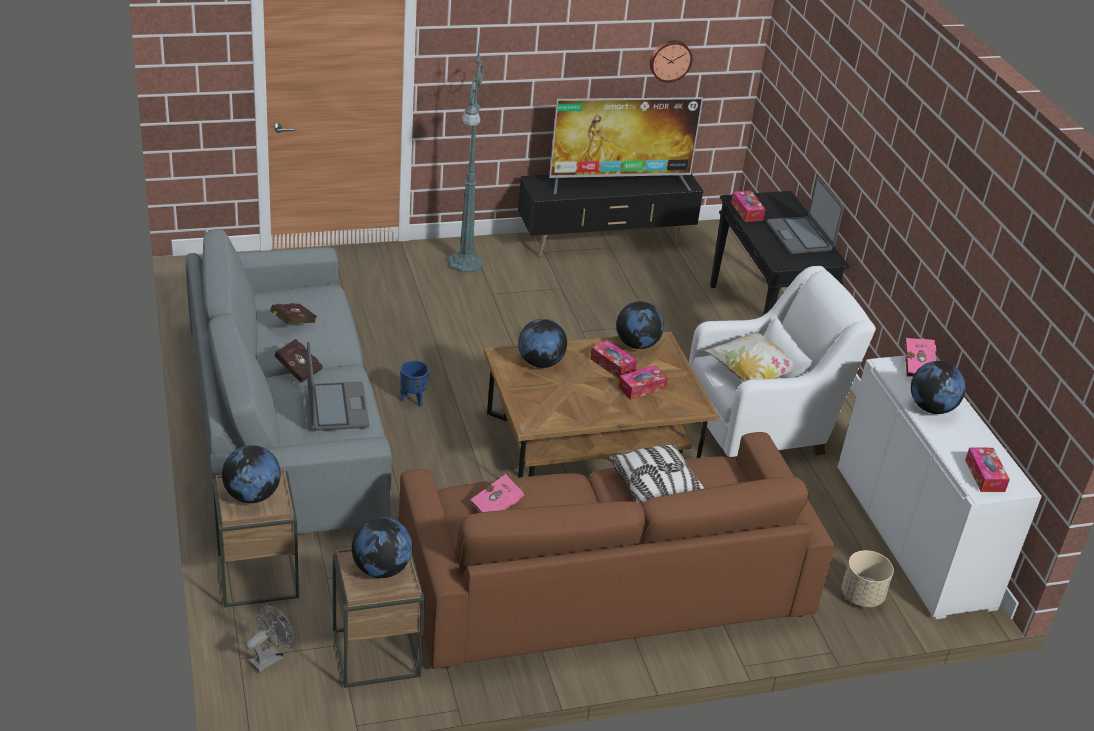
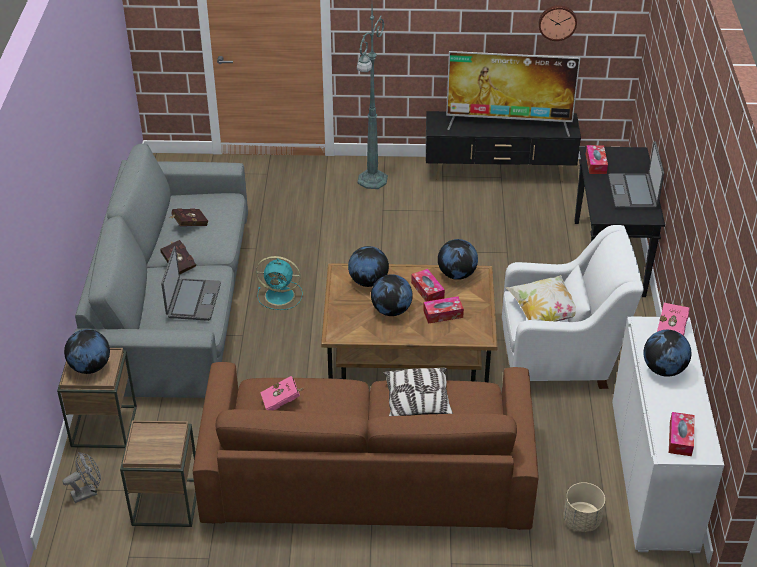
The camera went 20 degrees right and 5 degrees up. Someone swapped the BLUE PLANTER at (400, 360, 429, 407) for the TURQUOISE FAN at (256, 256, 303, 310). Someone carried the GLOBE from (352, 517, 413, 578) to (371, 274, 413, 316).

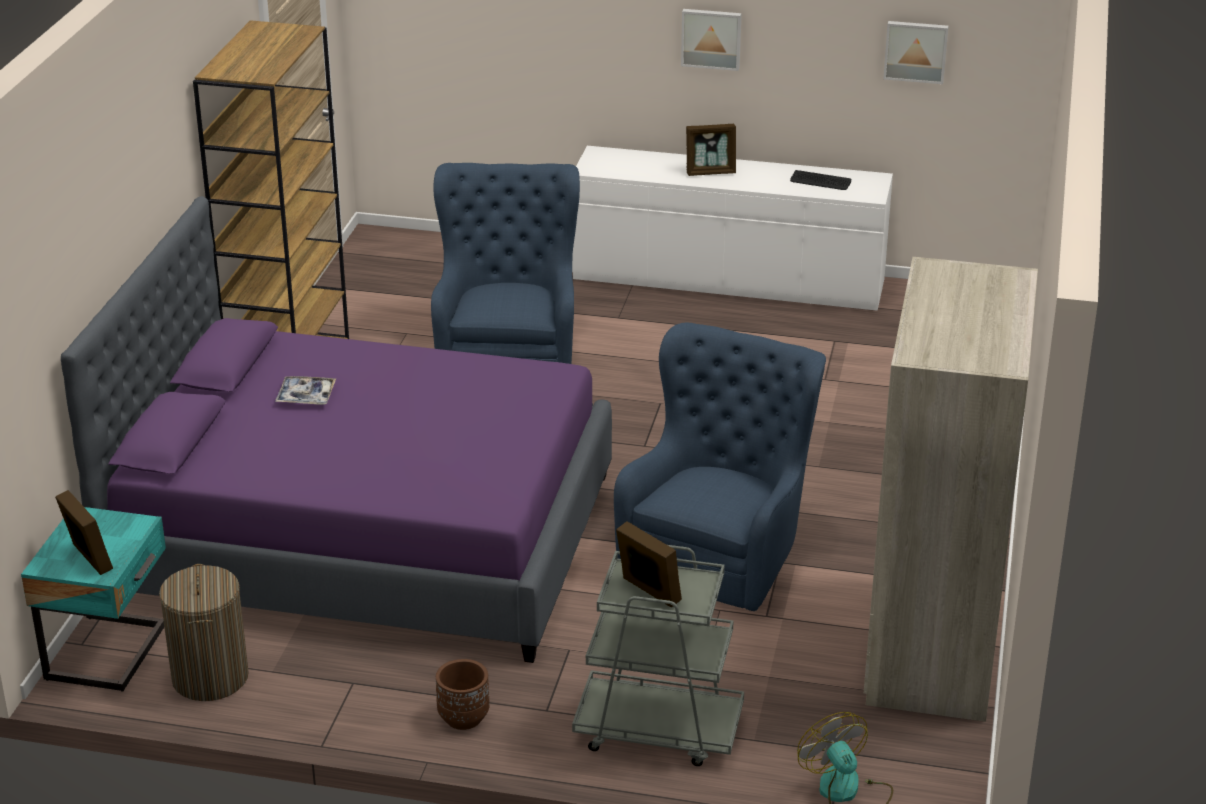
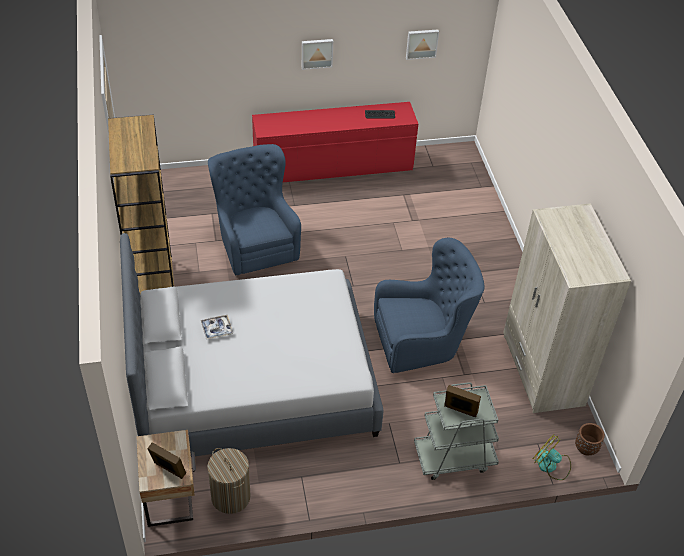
The camera went 25 degrees left and 15 degrees up. Someone took away the PICTURE FRAME at (686, 124, 736, 176). Someone repainted the WHITE DRESSER at (572, 146, 893, 311), which became the RED DRESSER at (252, 102, 418, 182). Someone repainted the PURPLE BED at (61, 196, 612, 663), which became the GREY BED at (120, 233, 383, 457). Someone rotated the BLUE ARMCHAIR at (614, 322, 826, 611) by 75 degrees clockwise. Someone repainted the TURQUOISE NIGHTSTAND at (21, 507, 166, 692), which became the BEIGE NIGHTSTAND at (136, 430, 196, 527). Someone carried the BROWN PLANTER from (436, 659, 489, 730) to (575, 423, 605, 455).

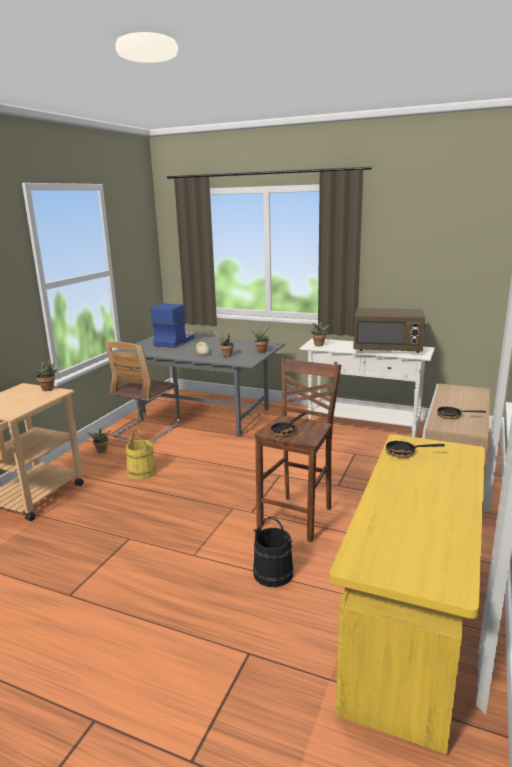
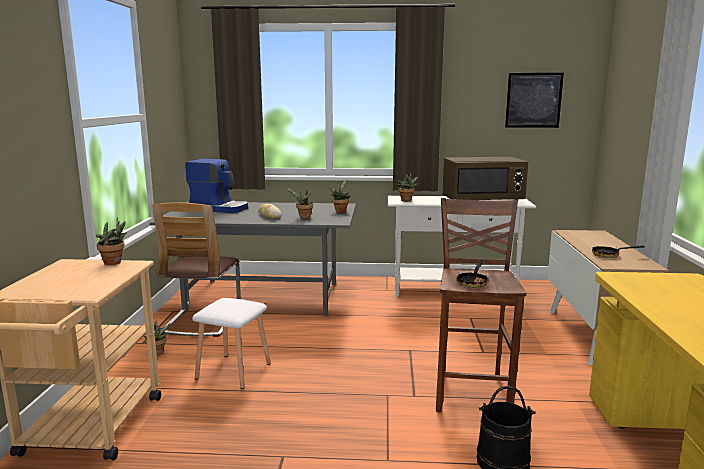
The camera went 20 degrees left and 5 degrees down. Someone rotated the COFFEE MACHINE at (150, 303, 194, 348) by 105 degrees clockwise. Someone swapped the YELLOW BUCKET at (126, 429, 157, 480) for the WHITE STOOL at (192, 298, 271, 389). Someone took away the FRYING PAN at (386, 439, 445, 458). Someone put up the PICTURE at (505, 73, 564, 128).

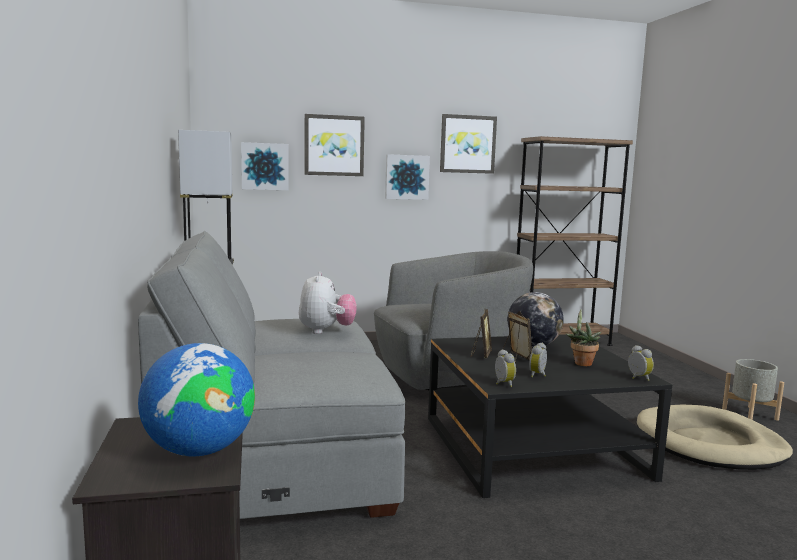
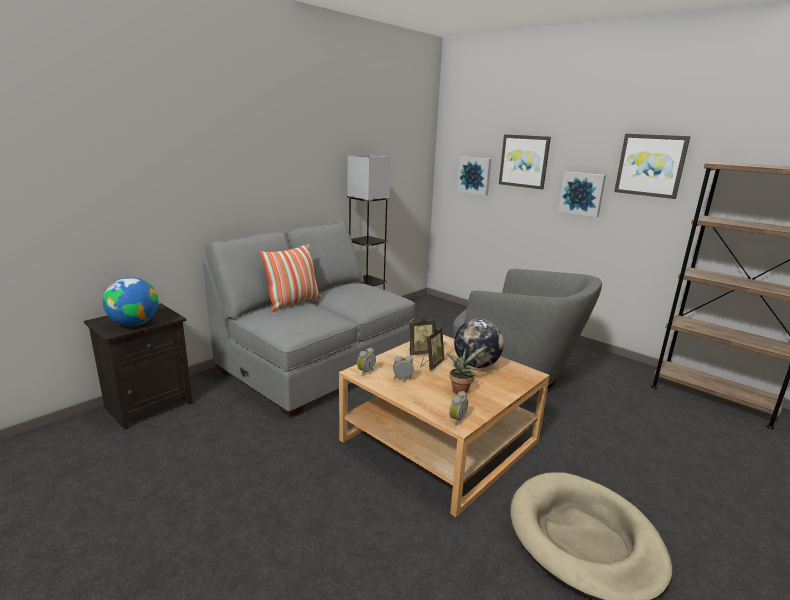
The camera went 55 degrees right and 10 degrees up. Someone took away the PLUSH TOY at (299, 272, 357, 334). Someone repainted the BLACK COFFEE TABLE at (428, 334, 672, 498), which became the BEIGE COFFEE TABLE at (339, 335, 550, 517). Someone took away the GREY PLANTER at (722, 359, 784, 421). Someone put down the PILLOW at (259, 244, 321, 312).

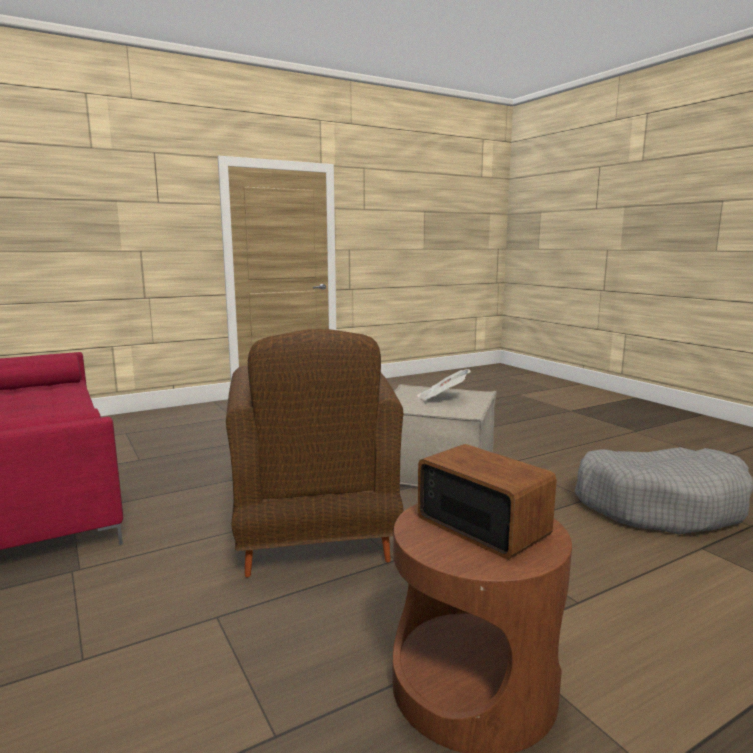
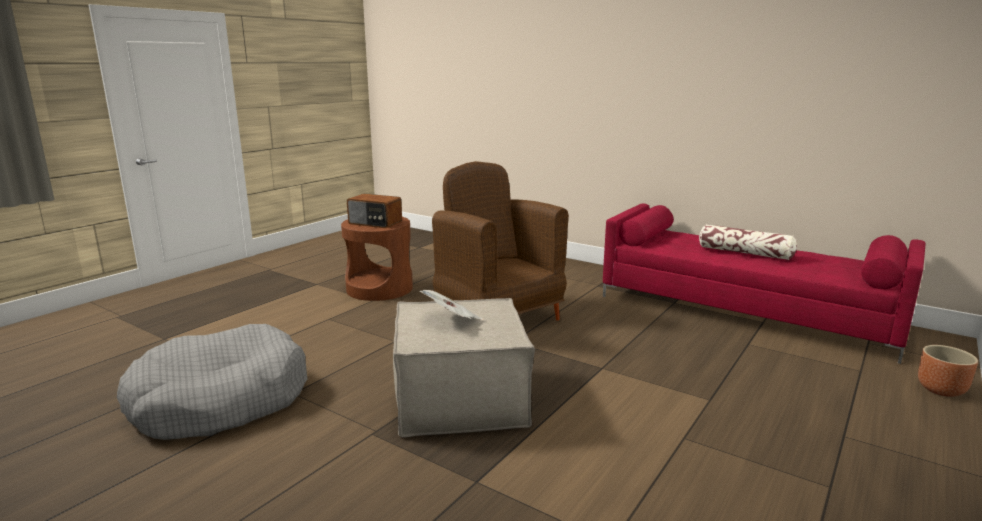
The camera went 155 degrees right and 5 degrees up. Someone put down the PILLOW at (699, 224, 797, 260). Someone put down the BROWN PLANTER at (918, 345, 978, 397).

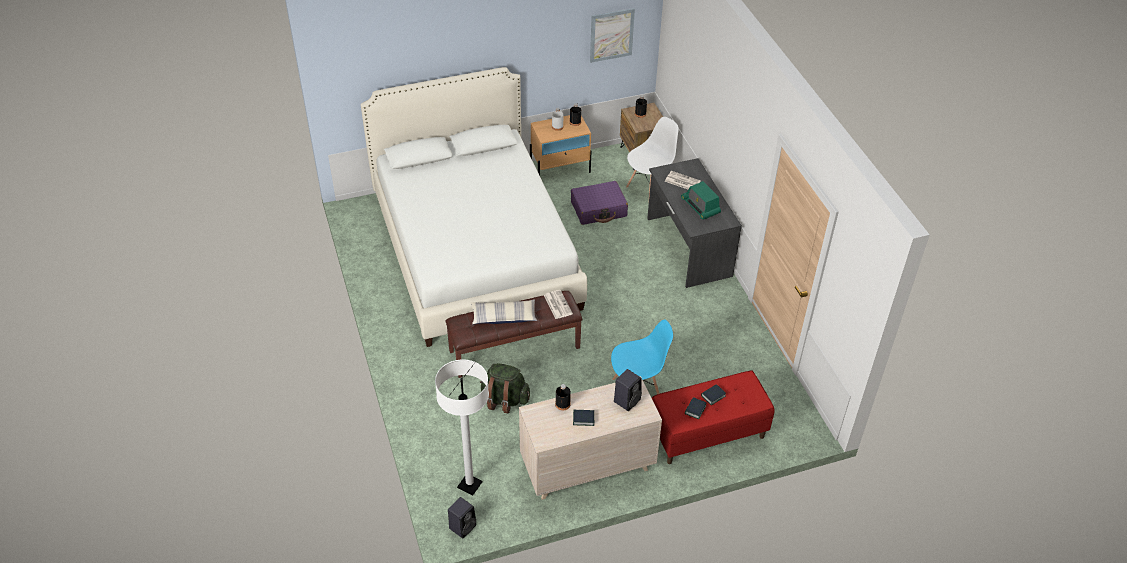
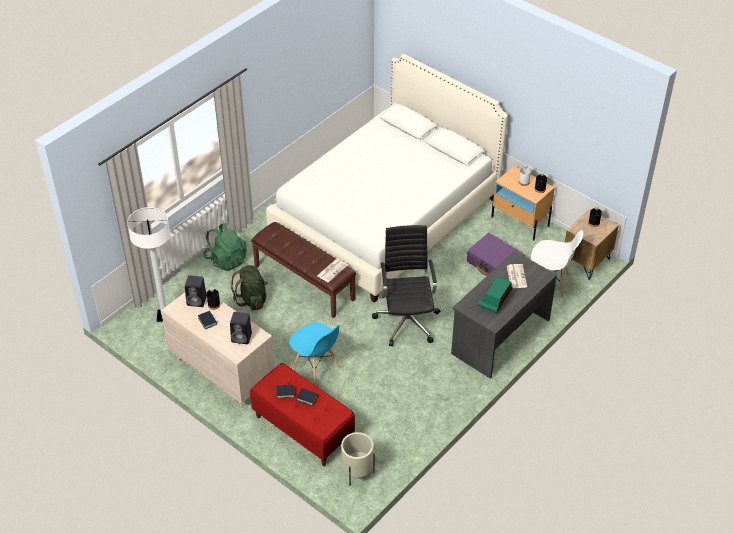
The camera went 60 degrees right and 0 degrees up. Someone took away the PICTURE at (590, 8, 635, 63). Someone took away the PILLOW at (471, 299, 537, 325). Someone carried the BLACK SPEAKER from (448, 497, 476, 538) to (185, 275, 207, 307). Someone put down the GREEN BACKPACK at (204, 223, 247, 271). Someone put down the BLACK OFFICE CHAIR at (372, 225, 440, 346). Someone put down the BEIGE PLANTER at (341, 432, 374, 486).

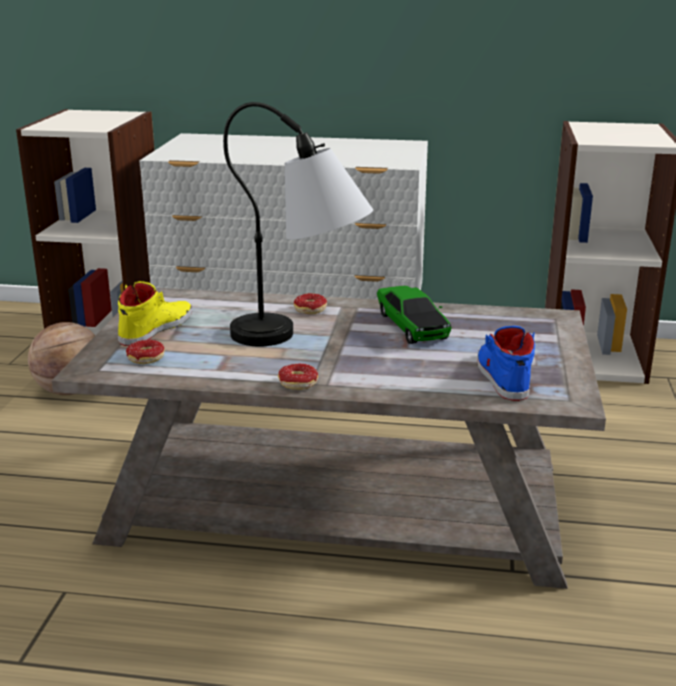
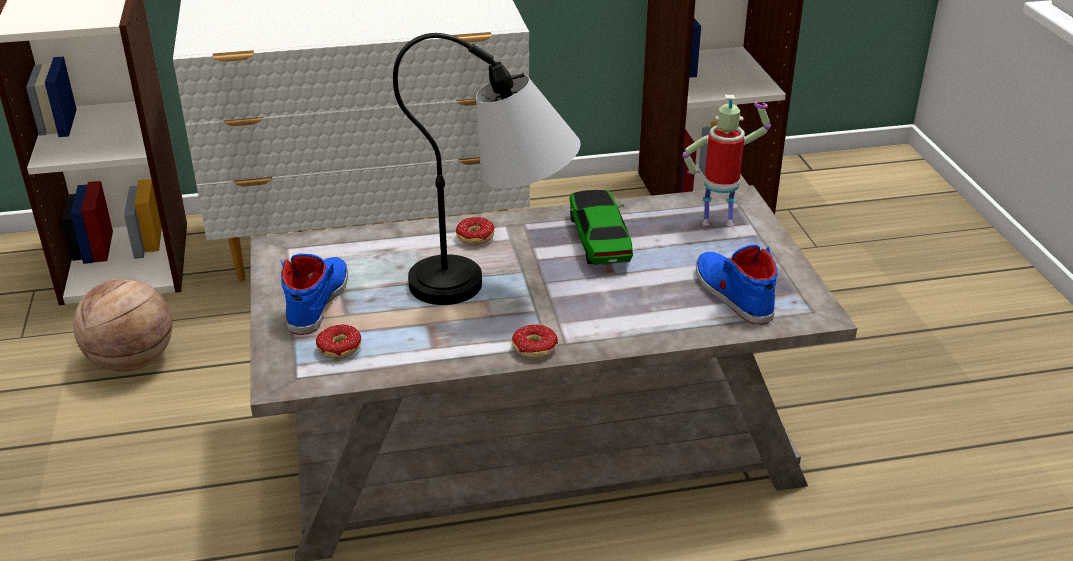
The camera went 20 degrees left and 10 degrees up. Someone repainted the YELLOW SHOE at (118, 281, 193, 346), which became the BLUE SHOE at (280, 254, 348, 335). Someone rotated the TOY CAR at (377, 286, 452, 344) by 150 degrees counterclockwise. Someone put down the TOY ROBOT at (683, 95, 771, 226).

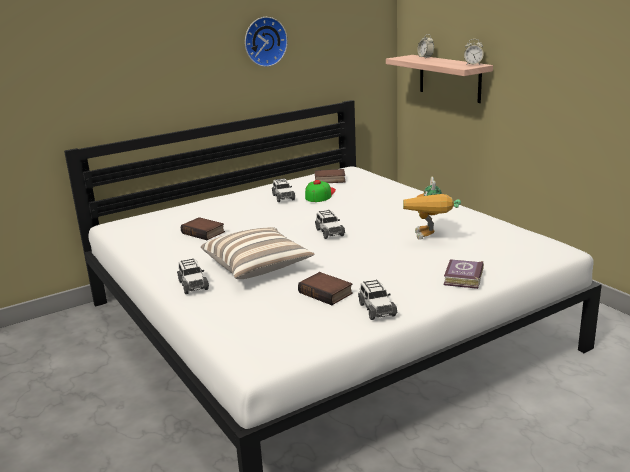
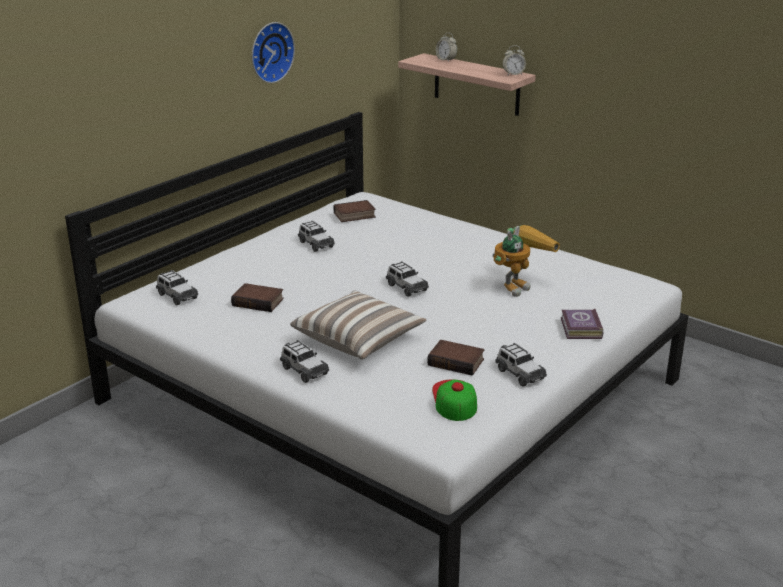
The camera went 20 degrees left and 5 degrees up. Someone rotated the TOY ROBOT at (403, 177, 461, 239) by 120 degrees counterclockwise. Someone carried the CAP from (305, 180, 336, 202) to (432, 379, 477, 421). Someone put down the TOY CAR at (156, 270, 198, 305).

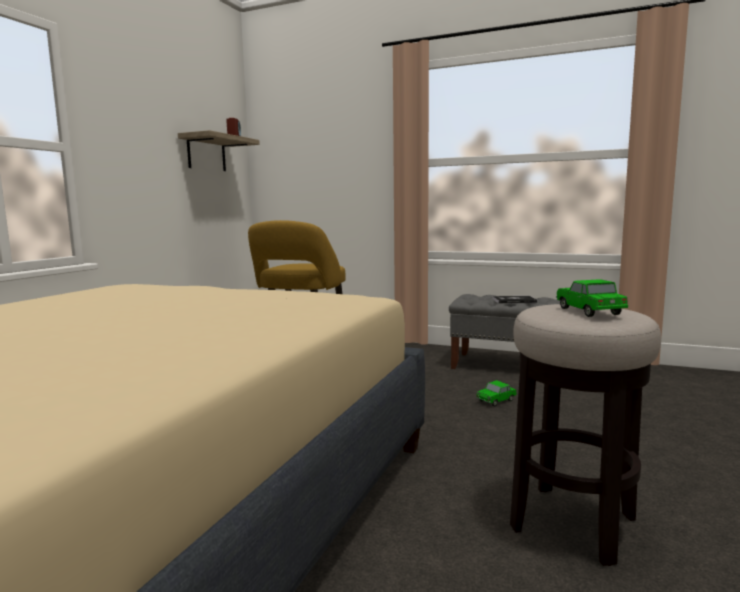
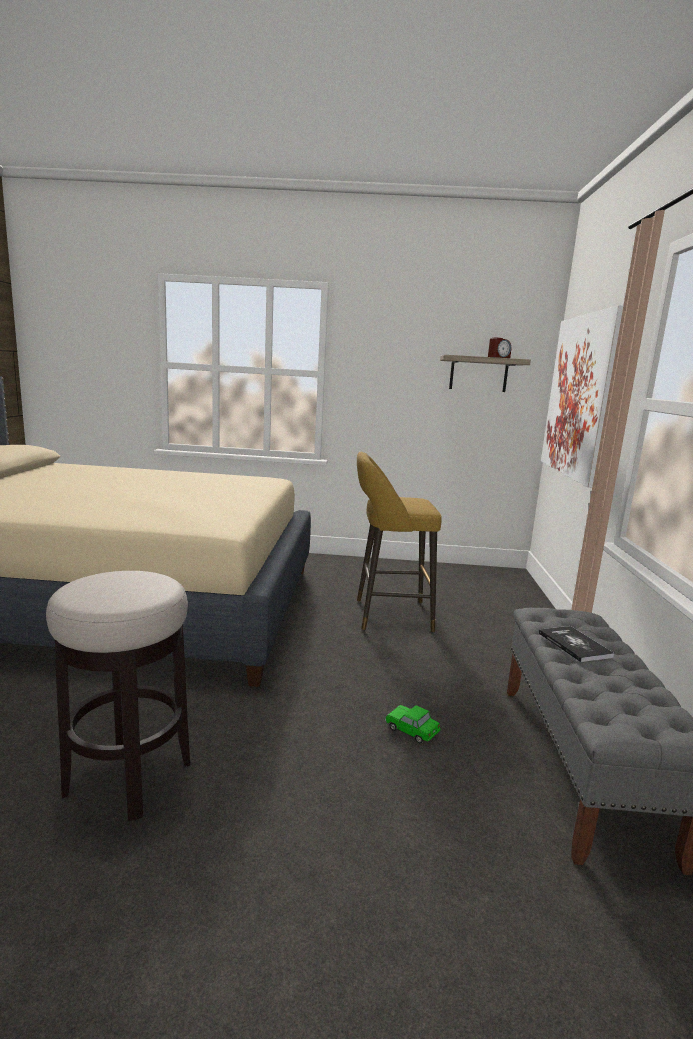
The camera went 70 degrees right and 5 degrees up. Someone took away the TOY CAR at (556, 279, 628, 317). Someone put up the PICTURE at (541, 305, 623, 488).

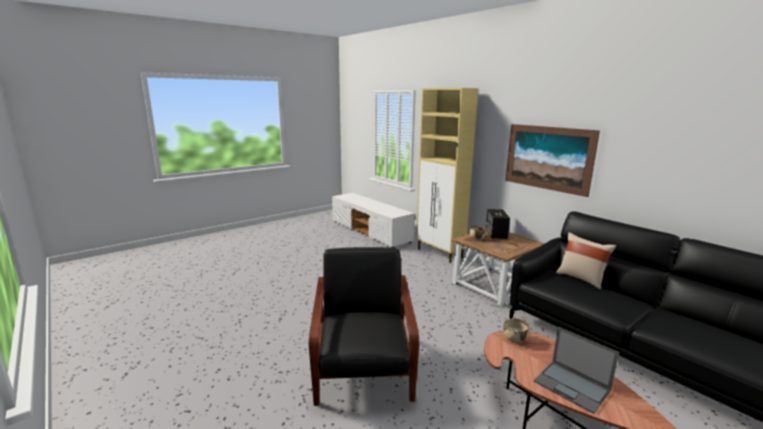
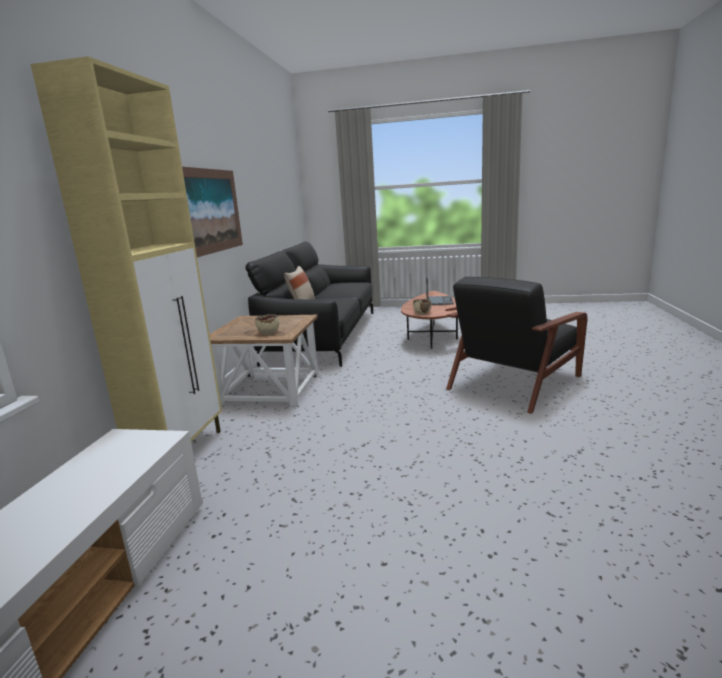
The camera went 130 degrees left and 0 degrees up. Someone took away the SPEAKER at (486, 209, 510, 239).

